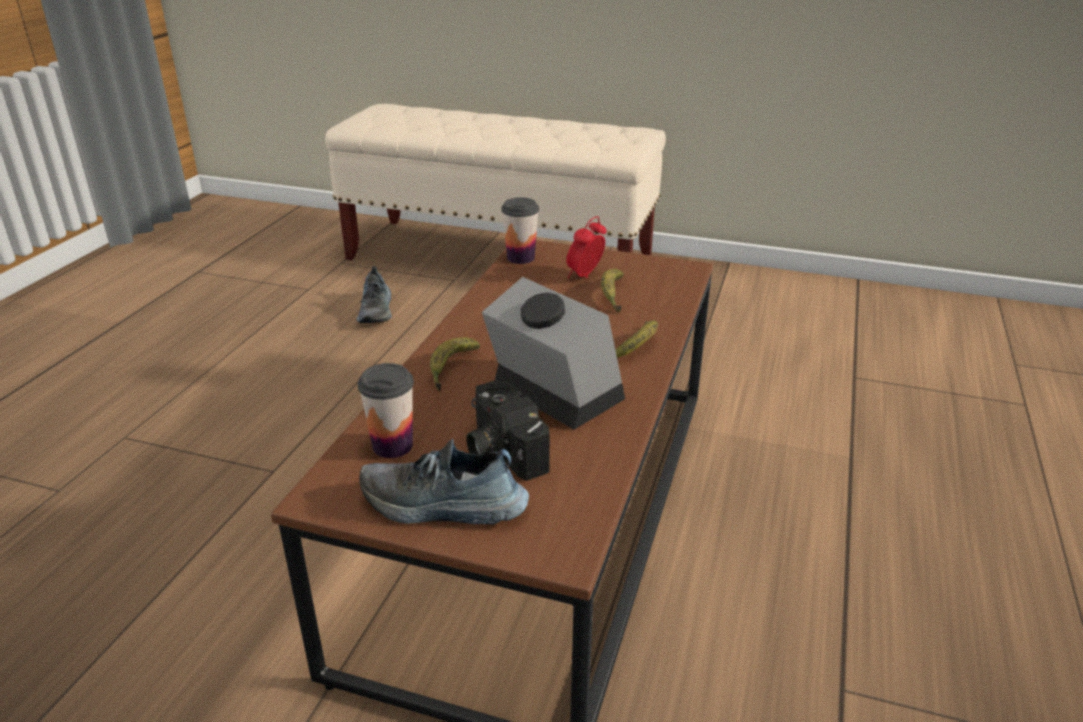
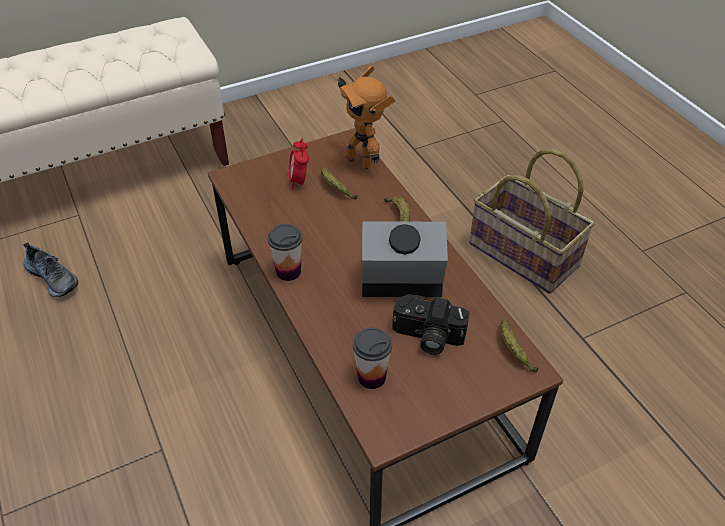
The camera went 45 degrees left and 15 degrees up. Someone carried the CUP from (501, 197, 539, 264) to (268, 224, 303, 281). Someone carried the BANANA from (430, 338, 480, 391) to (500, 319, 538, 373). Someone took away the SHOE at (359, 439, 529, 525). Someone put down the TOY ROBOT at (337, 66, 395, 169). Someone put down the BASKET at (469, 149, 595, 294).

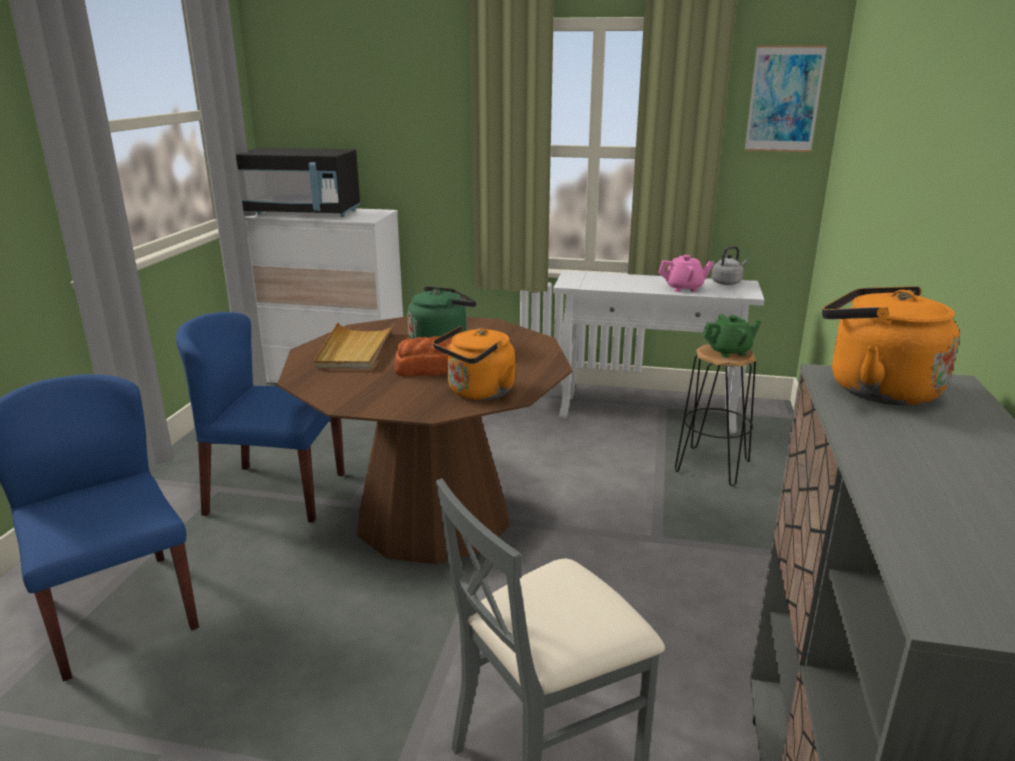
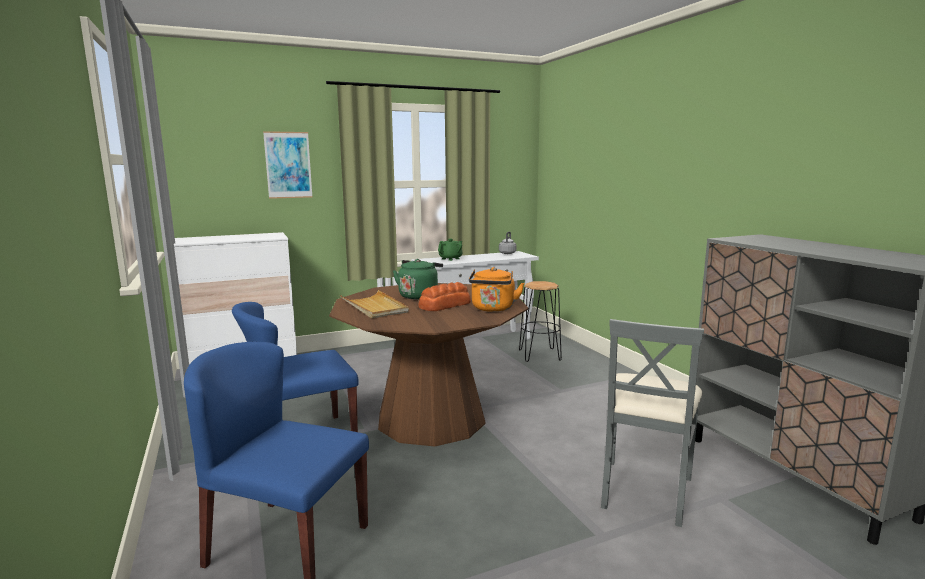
The camera went 35 degrees left and 10 degrees down. Someone carried the PICTURE from (745, 45, 827, 152) to (263, 131, 313, 199). Someone took away the BLACK MICROWAVE at (236, 148, 361, 217). Someone took away the PINK TEAPOT at (658, 255, 714, 292). Someone took away the ORANGE KETTLE at (822, 286, 960, 405). Someone carried the GREEN TEAPOT from (702, 314, 761, 357) to (438, 239, 462, 261).

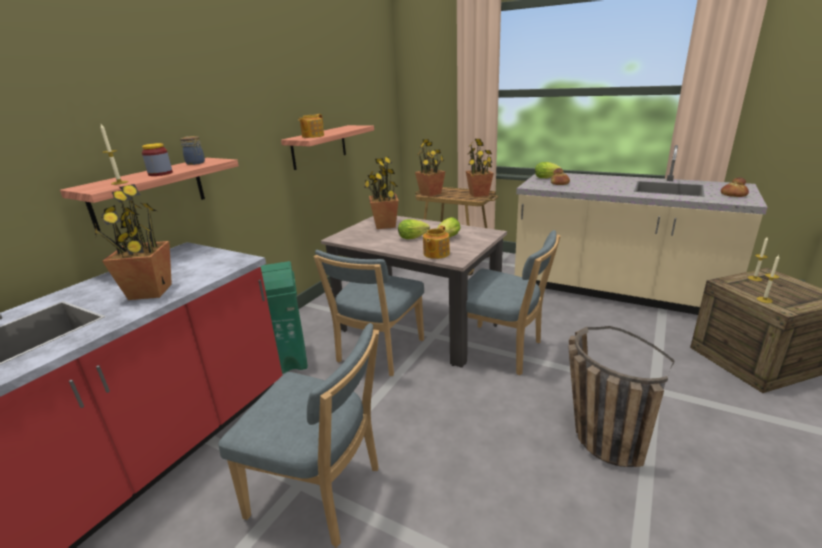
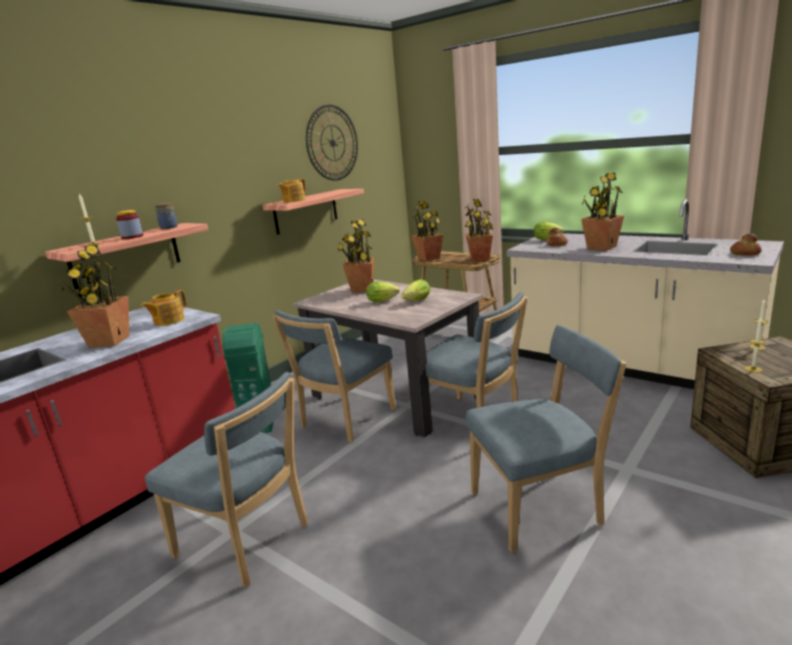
The camera went 10 degrees right and 5 degrees down. Someone carried the TEAPOT from (423, 226, 450, 259) to (141, 290, 187, 326). Someone swapped the BASKET at (568, 326, 675, 467) for the BLUE CHAIR at (466, 325, 626, 553). Someone put up the WALL CLOCK at (306, 104, 358, 181). Someone put down the POTTED PLANT at (581, 173, 624, 251).

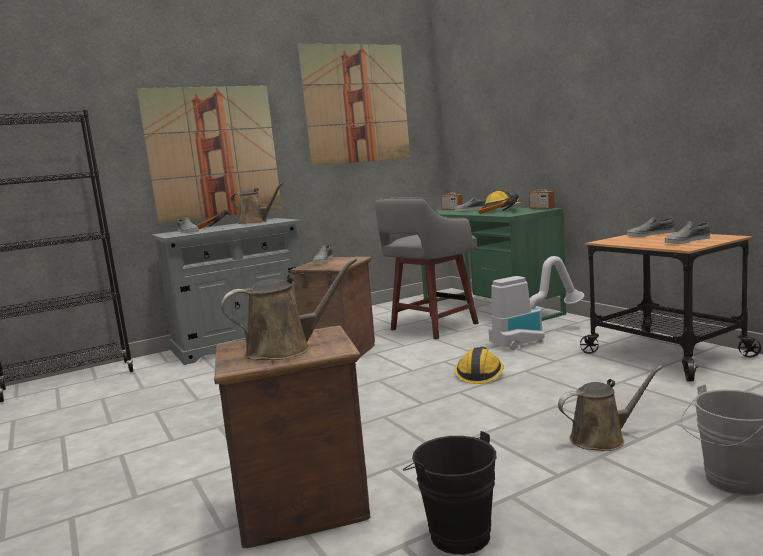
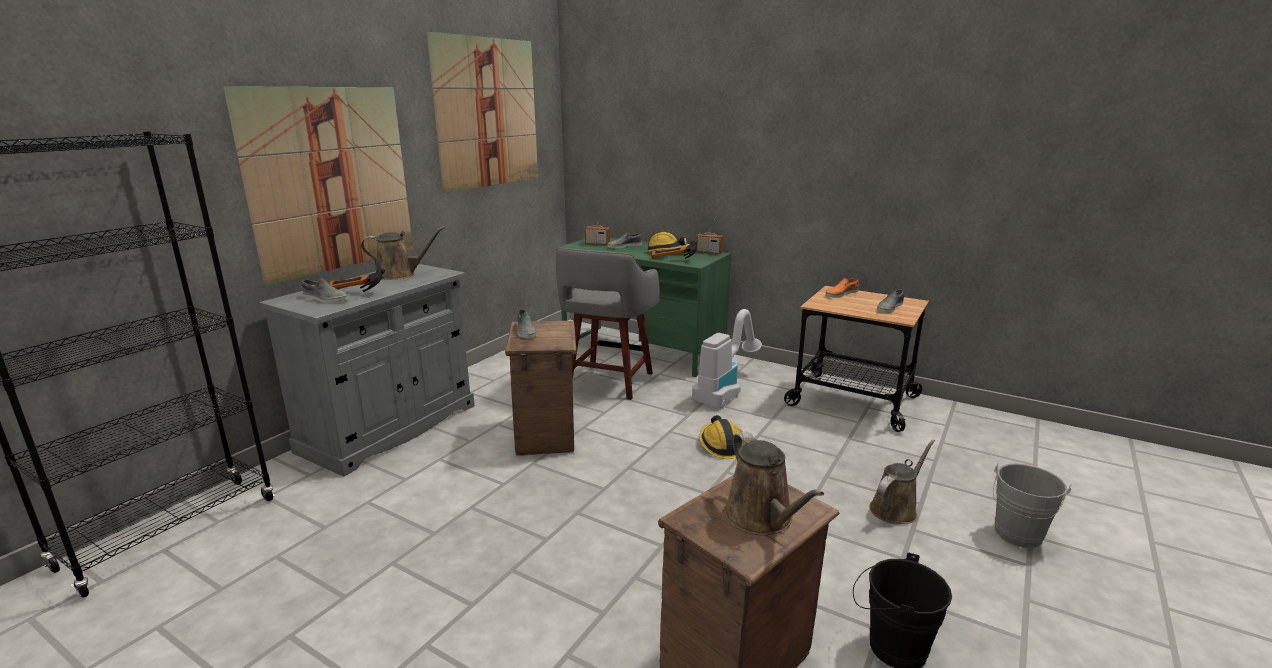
The camera went 30 degrees left and 10 degrees up. Someone repainted the GREY SHOE at (627, 217, 675, 237), which became the ORANGE SHOE at (826, 278, 859, 298). Someone rotated the BROWN WATERING CAN at (221, 258, 357, 360) by 120 degrees clockwise.

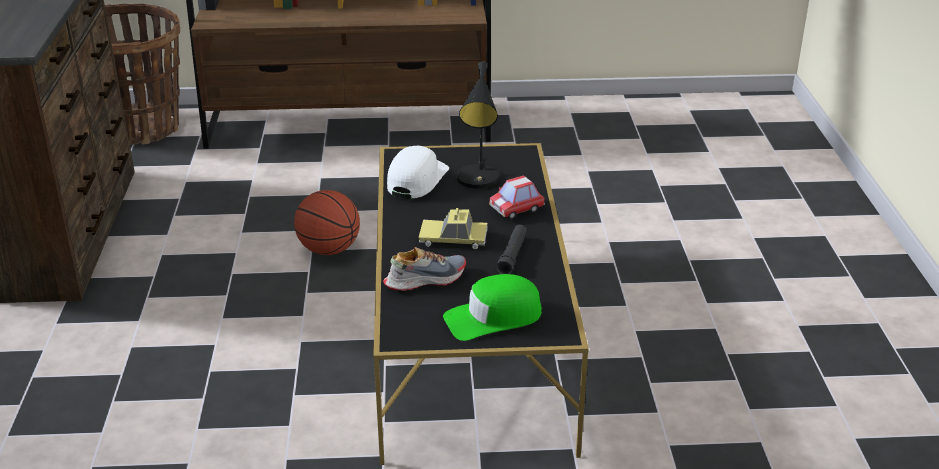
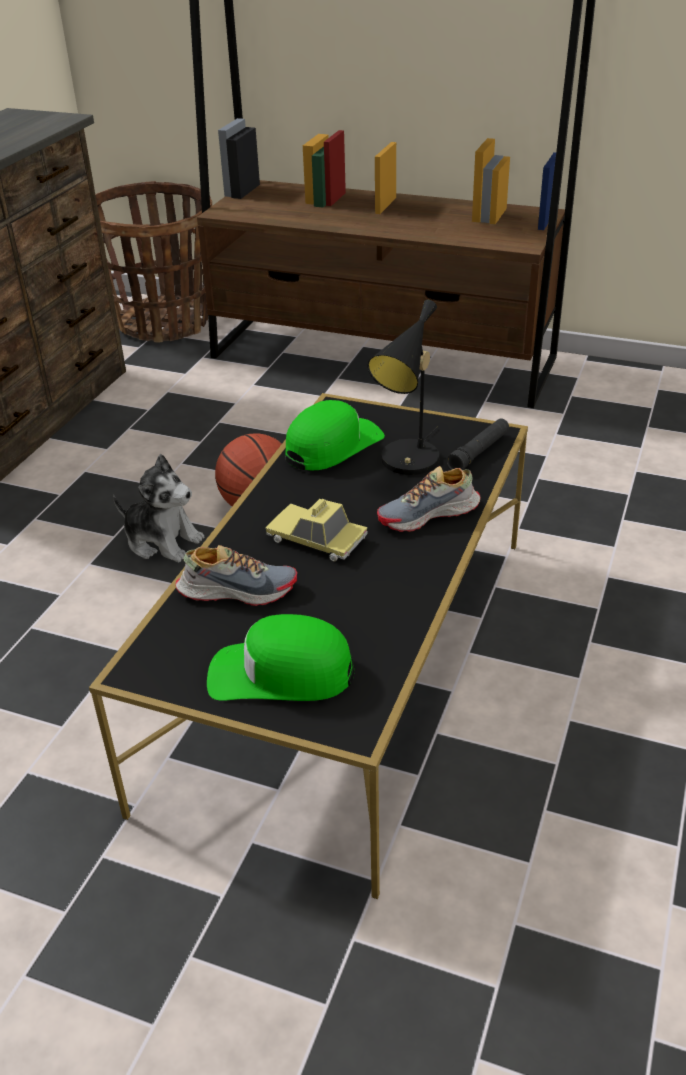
The camera went 25 degrees right and 5 degrees up. Someone repainted the WHITE CAP at (387, 146, 449, 199), which became the GREEN CAP at (285, 400, 385, 470). Someone swapped the TOY CAR at (489, 175, 545, 219) for the SHOE at (377, 466, 481, 532). Someone carried the BLACK FLASHLIGHT from (496, 225, 527, 274) to (447, 419, 509, 470). Someone put down the PLUSH TOY at (113, 454, 204, 562).

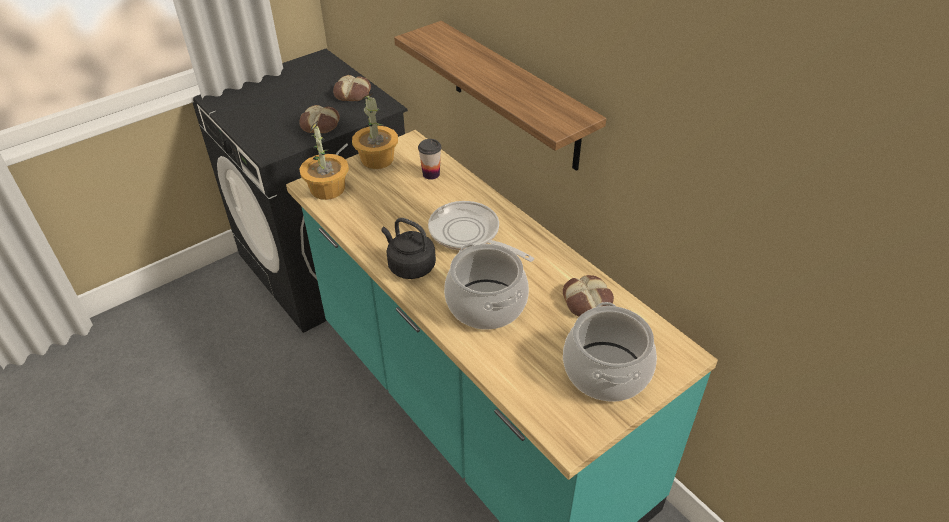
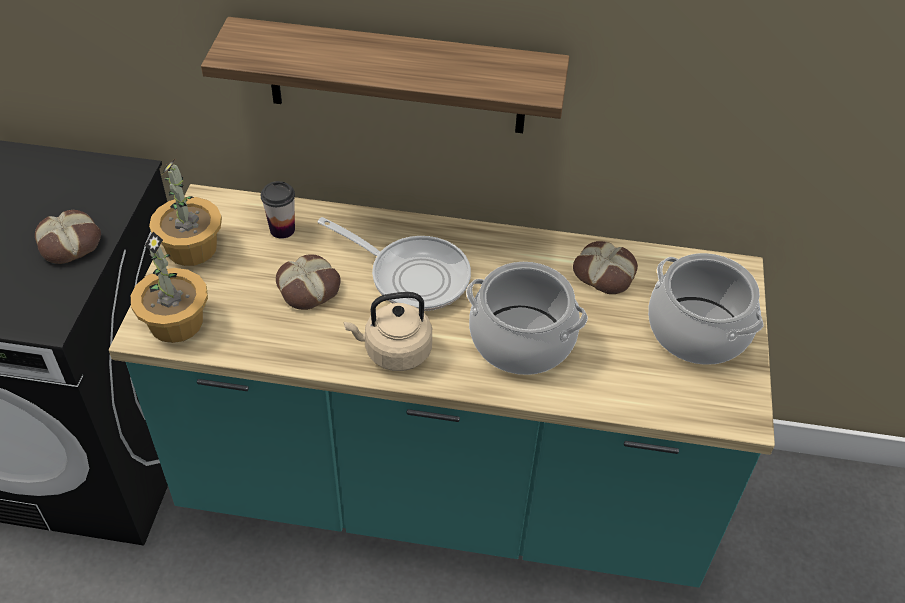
The camera went 45 degrees left and 5 degrees up. Someone carried the BREAD from (333, 75, 371, 101) to (276, 254, 341, 310). Someone rotated the FRYING PAN at (428, 201, 535, 262) by 150 degrees counterclockwise. Someone repainted the BLACK KETTLE at (381, 218, 436, 279), which became the BEIGE KETTLE at (344, 292, 432, 371).

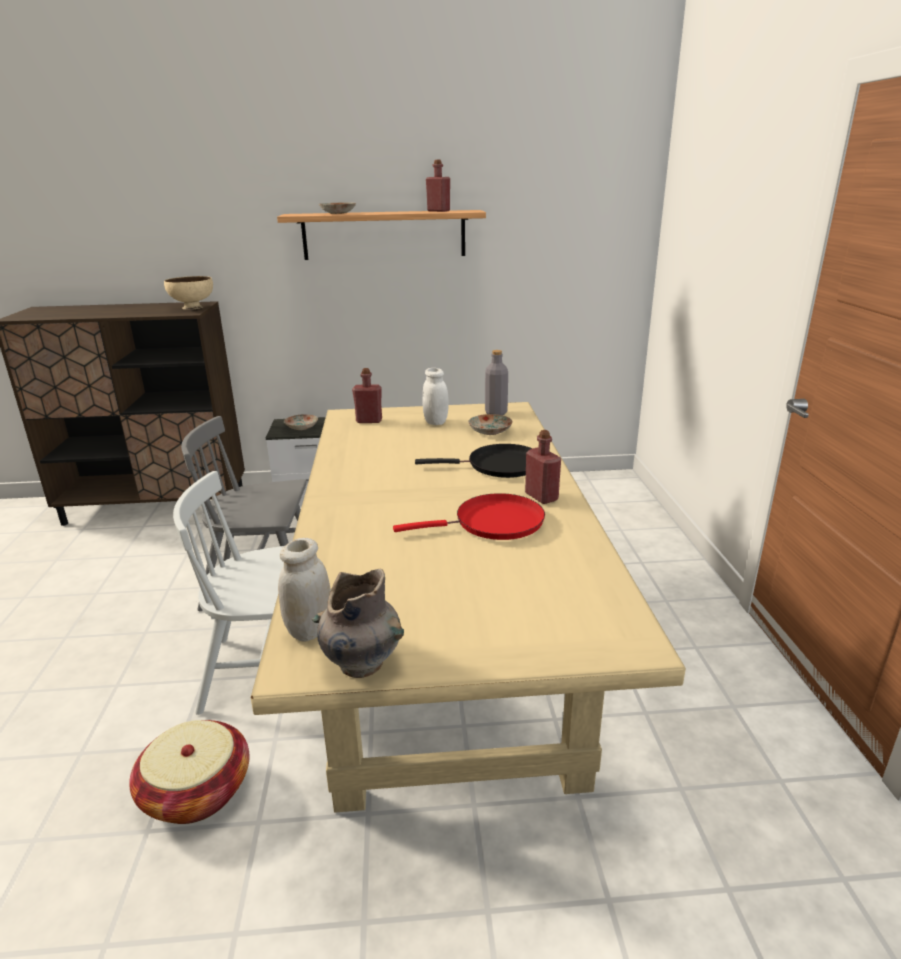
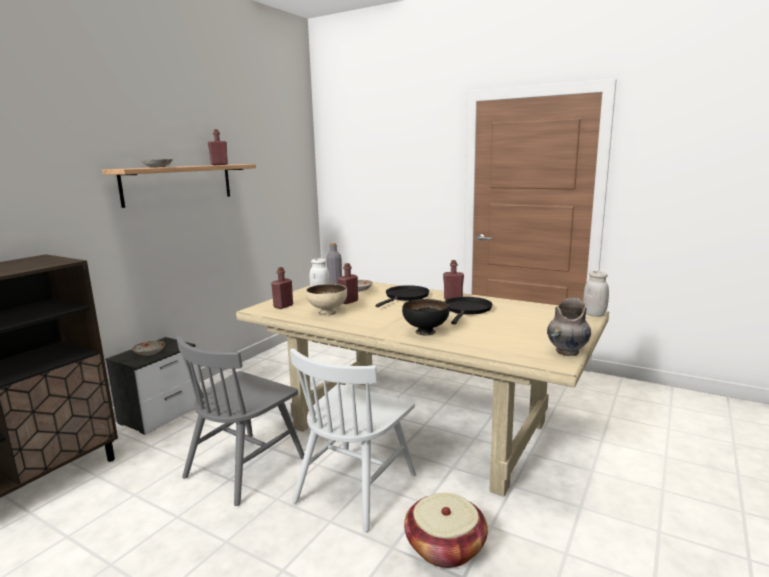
The camera went 55 degrees left and 10 degrees down. Someone carried the BEIGE BOWL from (164, 276, 213, 310) to (306, 284, 347, 316). Someone repainted the RED FRYING PAN at (393, 493, 545, 540), which became the BLACK FRYING PAN at (445, 297, 493, 324). Someone carried the WHITE JAR from (278, 538, 331, 642) to (583, 271, 609, 317). Someone put down the RED BOTTLE at (338, 263, 358, 304). Someone put down the BLACK BOWL at (402, 299, 449, 335).

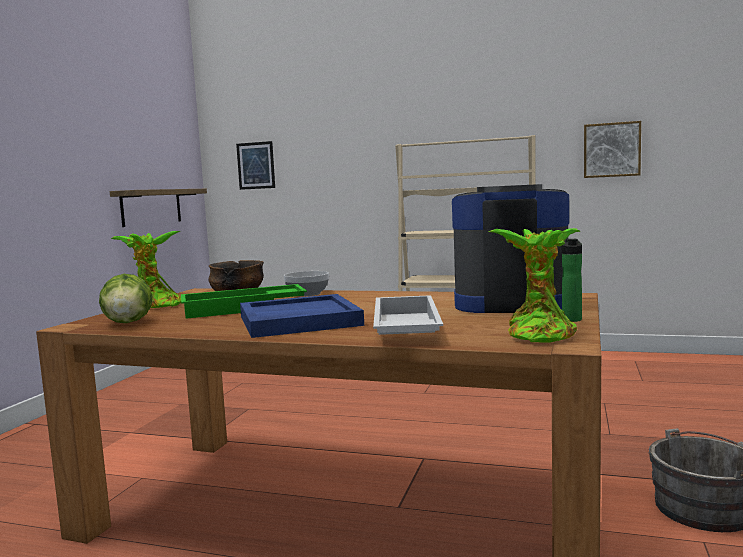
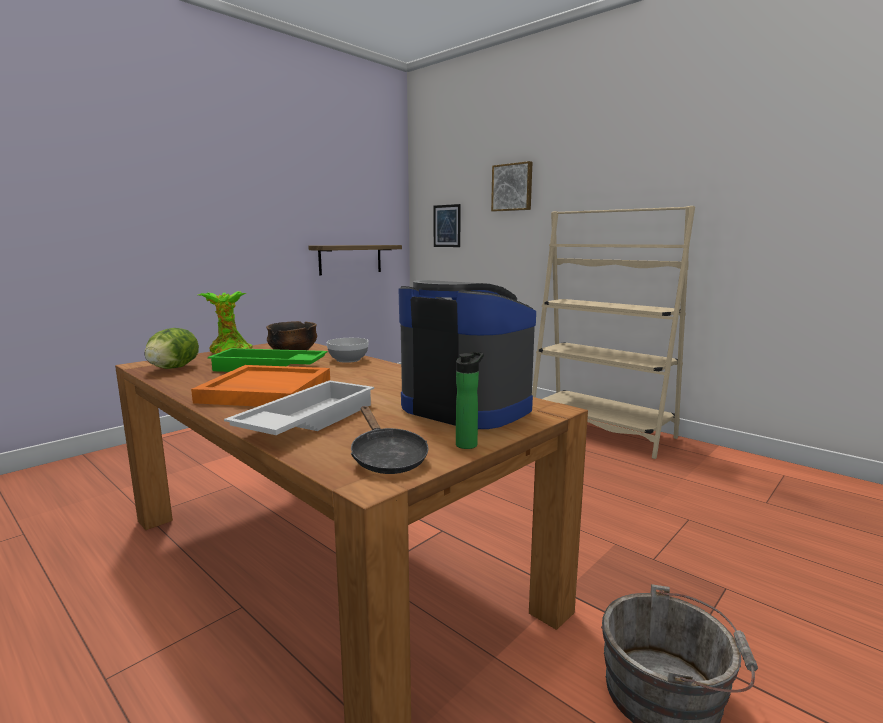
The camera went 25 degrees right and 5 degrees up. Someone carried the PICTURE from (584, 121, 641, 178) to (491, 161, 532, 212). Someone swapped the POTTED PLANT at (488, 228, 580, 343) for the BLACK FRYING PAN at (351, 406, 429, 474). Someone repainted the BLUE TRAY at (240, 294, 364, 338), which became the ORANGE TRAY at (191, 365, 330, 407).

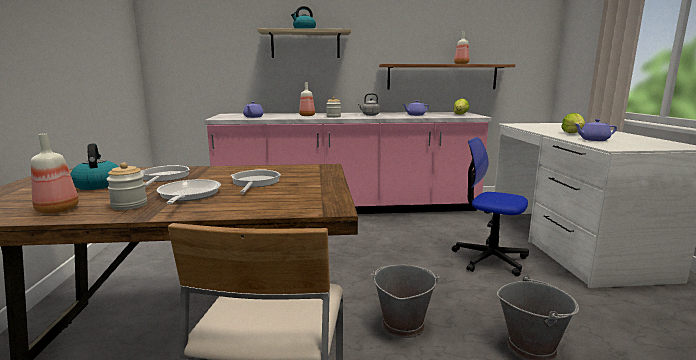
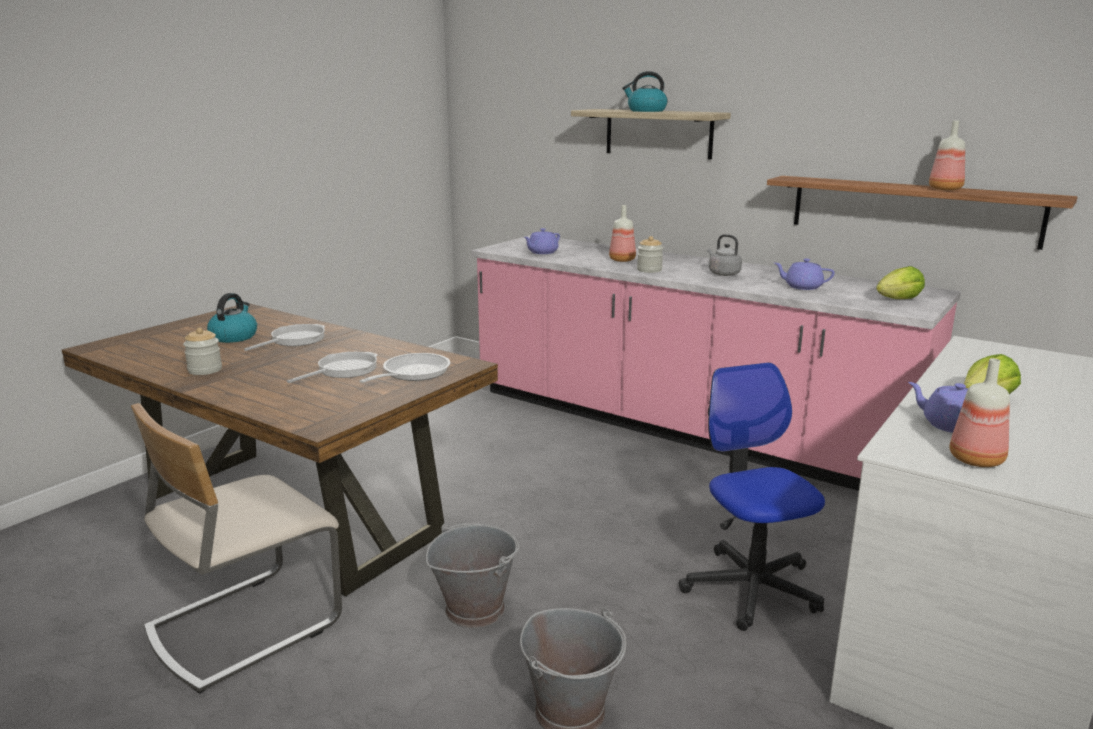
The camera went 40 degrees right and 5 degrees up. Someone carried the BOTTLE from (31, 133, 79, 214) to (950, 358, 1010, 467). Someone carried the FRYING PAN from (157, 179, 221, 204) to (360, 353, 450, 383).

